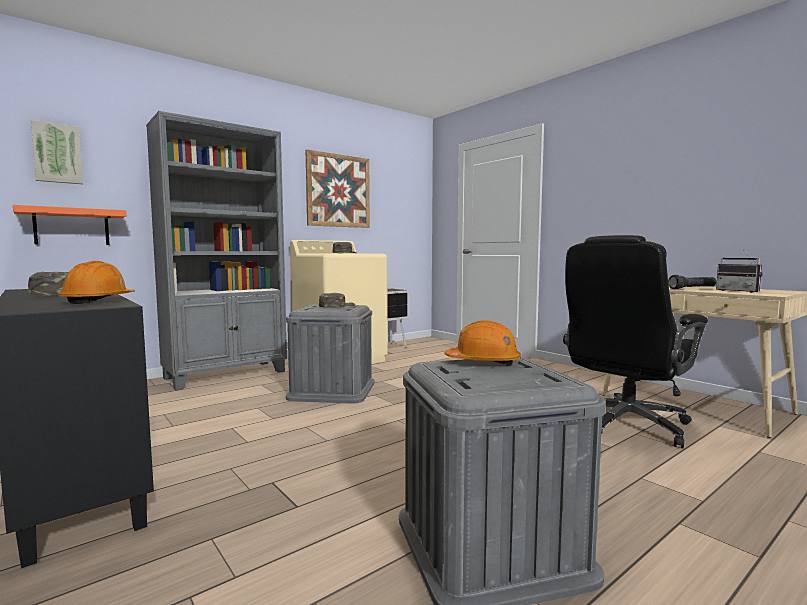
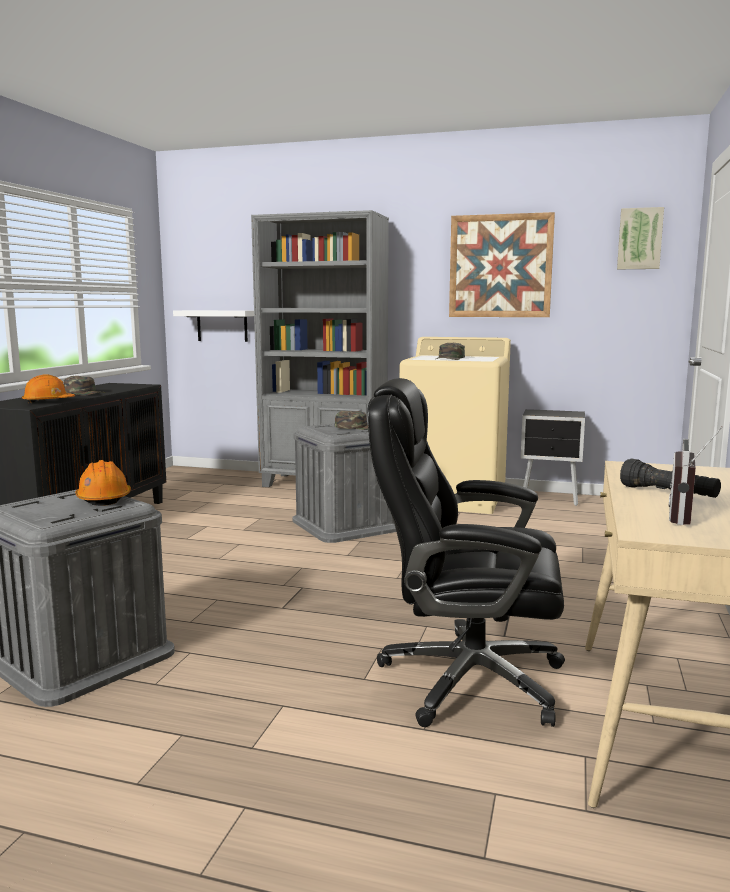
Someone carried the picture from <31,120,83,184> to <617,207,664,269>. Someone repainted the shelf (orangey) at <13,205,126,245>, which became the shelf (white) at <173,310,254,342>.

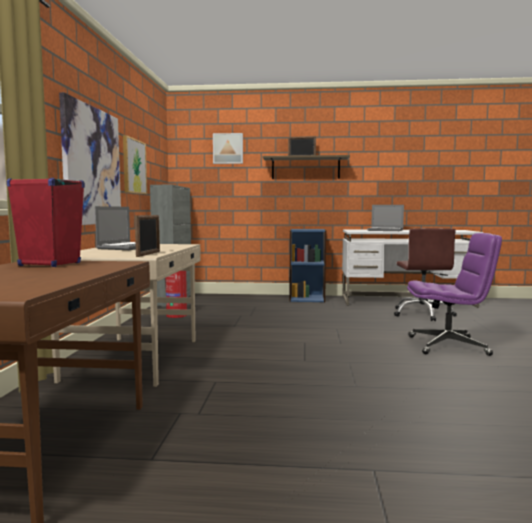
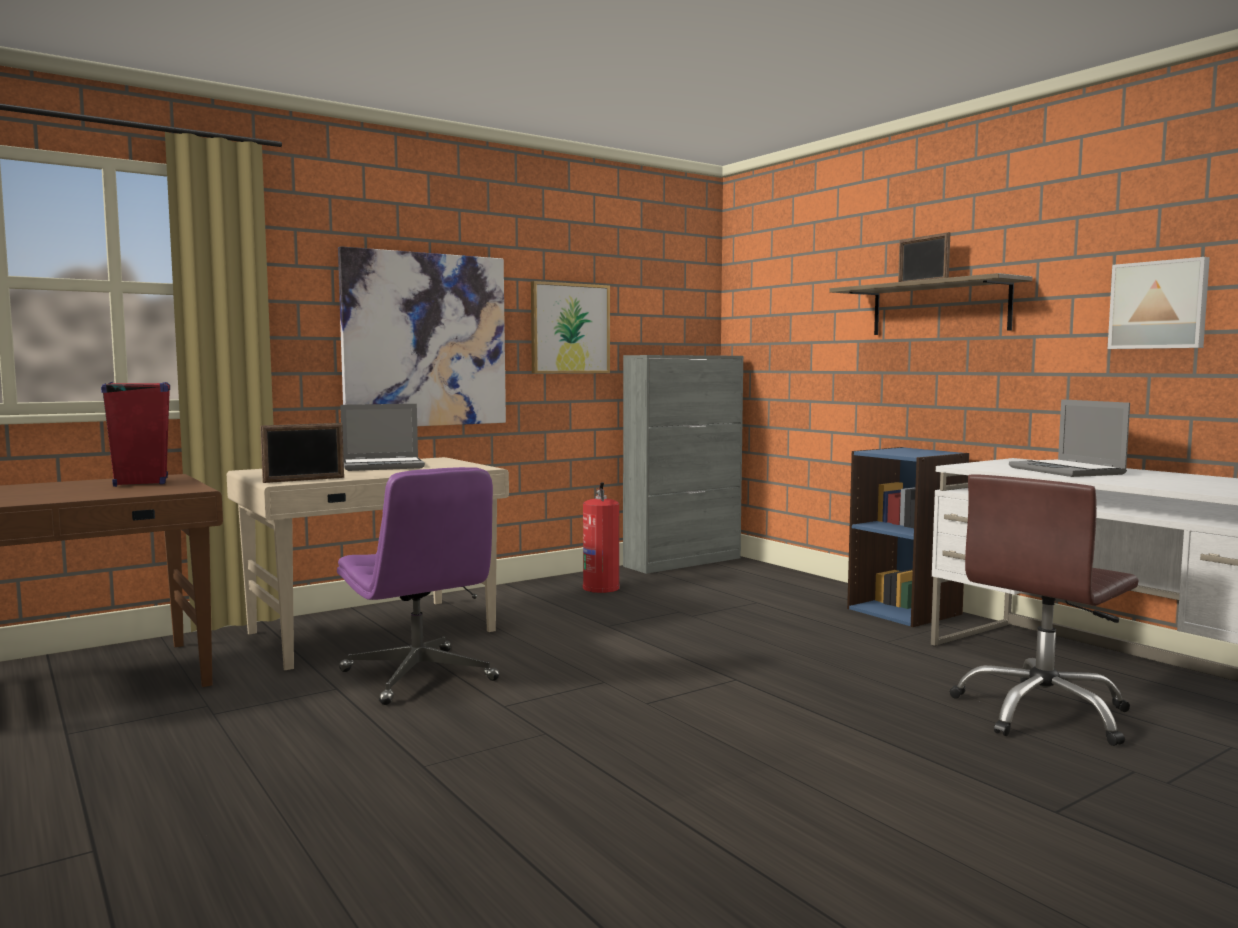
Someone carried the picture from <213,133,243,164> to <1108,257,1210,349>. Someone carried the desk chair (purple-coloured) from <407,233,502,356> to <337,467,499,705>.

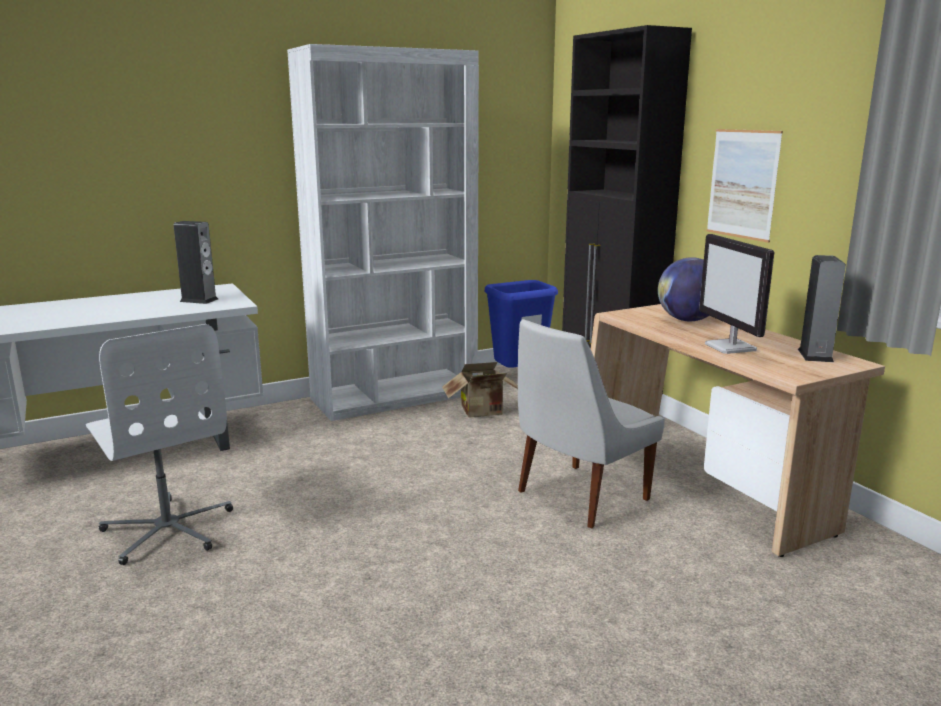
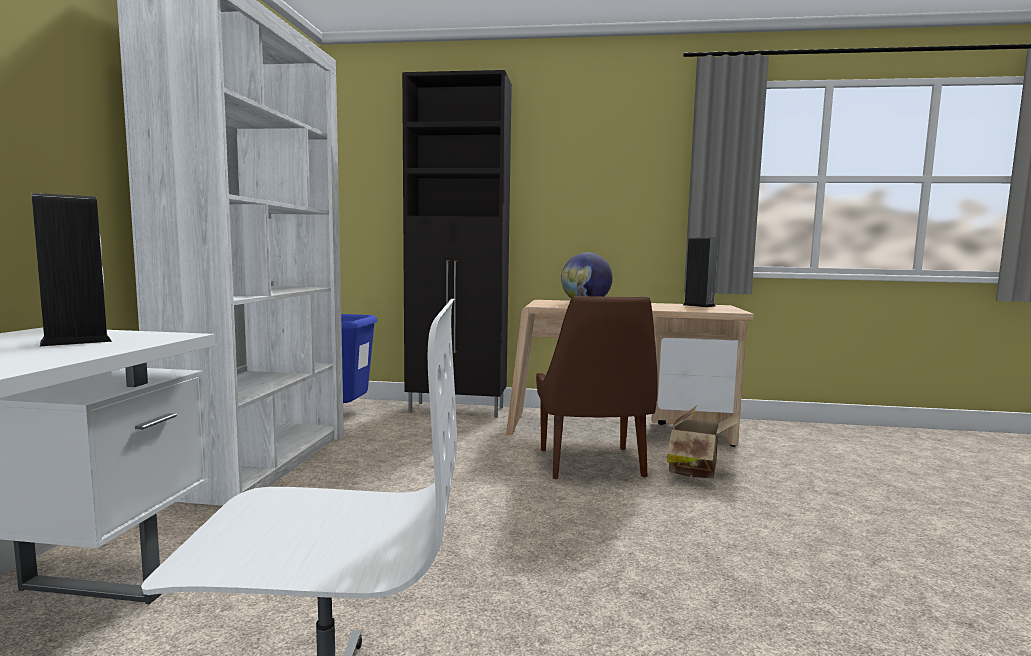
Someone took away the monitor at <699,234,774,354>. Someone took away the picture at <707,129,783,243>. Someone carried the packing box from <442,362,518,417> to <667,406,741,478>. Someone repainted the chair (white) at <518,319,665,528>, which became the chair (brownish) at <536,296,658,479>.

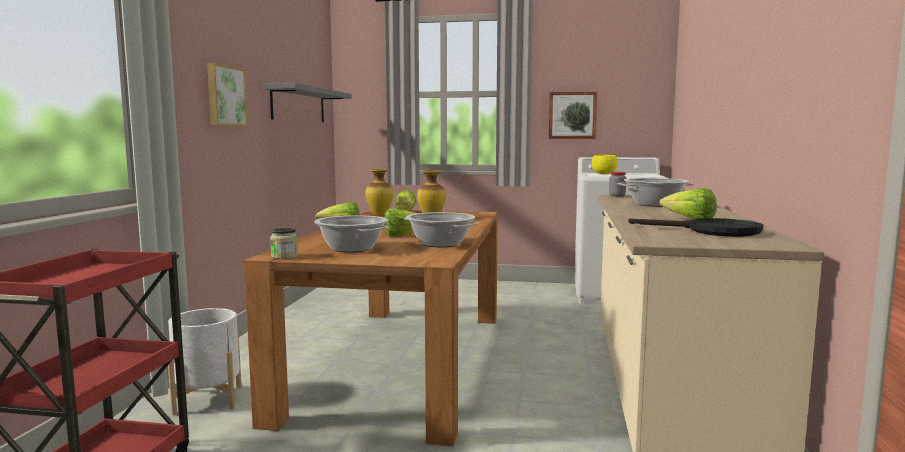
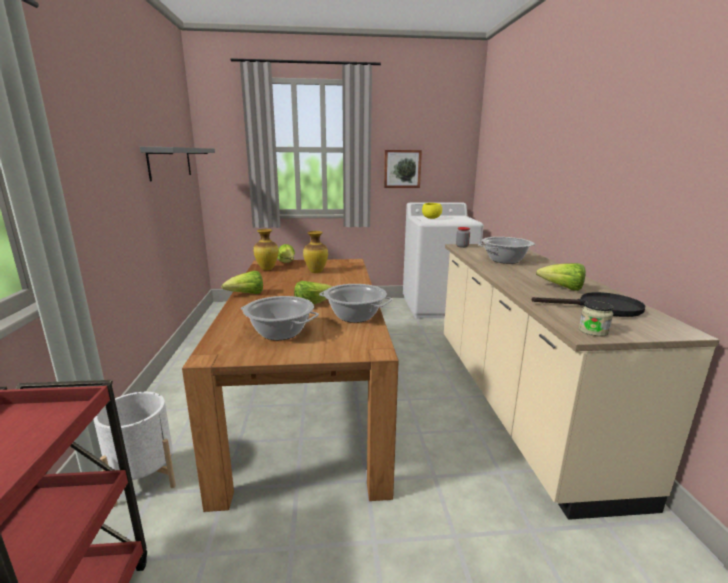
Someone took away the picture at <207,63,248,126>. Someone carried the preserve jar from <270,228,298,259> to <579,300,613,337>.

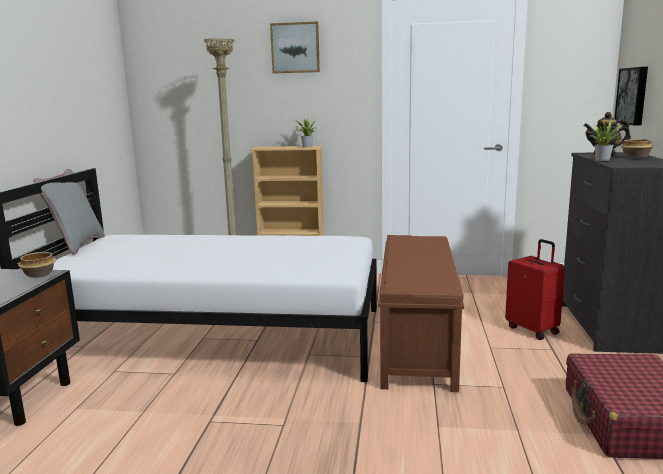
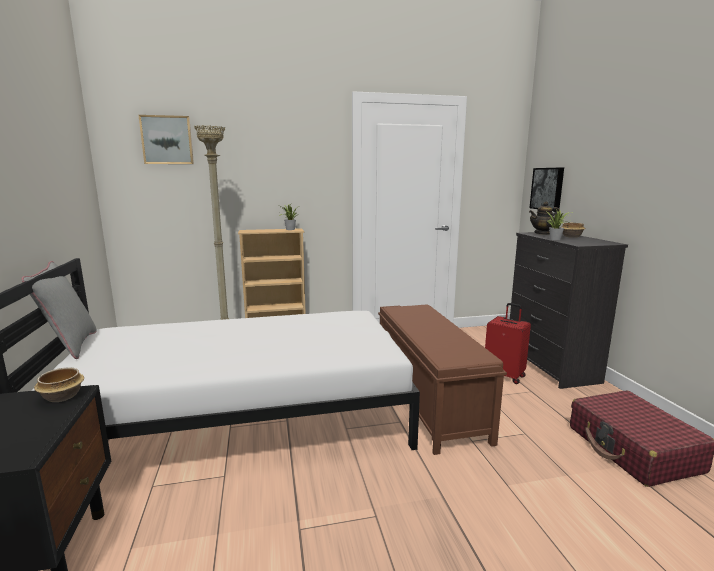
Someone carried the picture from <270,22,320,73> to <139,115,194,164>.

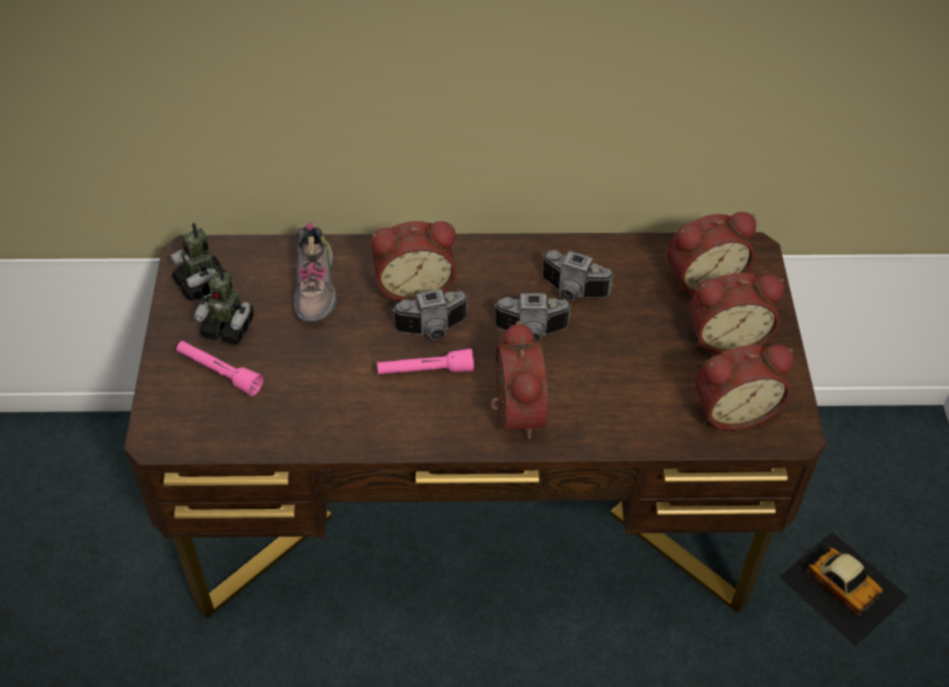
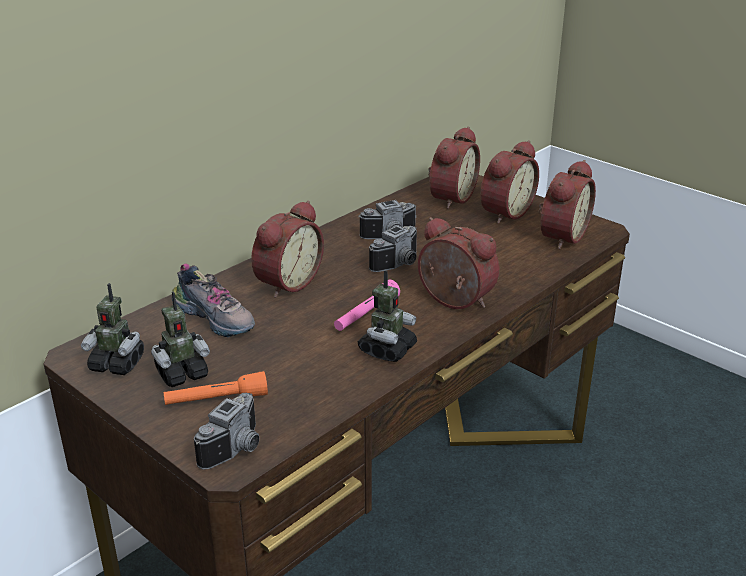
Someone took away the model car at <779,532,908,646>. Someone put down the robot figure at <358,270,417,362>. Someone carried the still camera from <393,289,468,340> to <194,393,259,469>. Someone repainted the hand torch (pink-coloured) at <177,341,263,396>, which became the hand torch (orangey) at <164,371,268,405>.

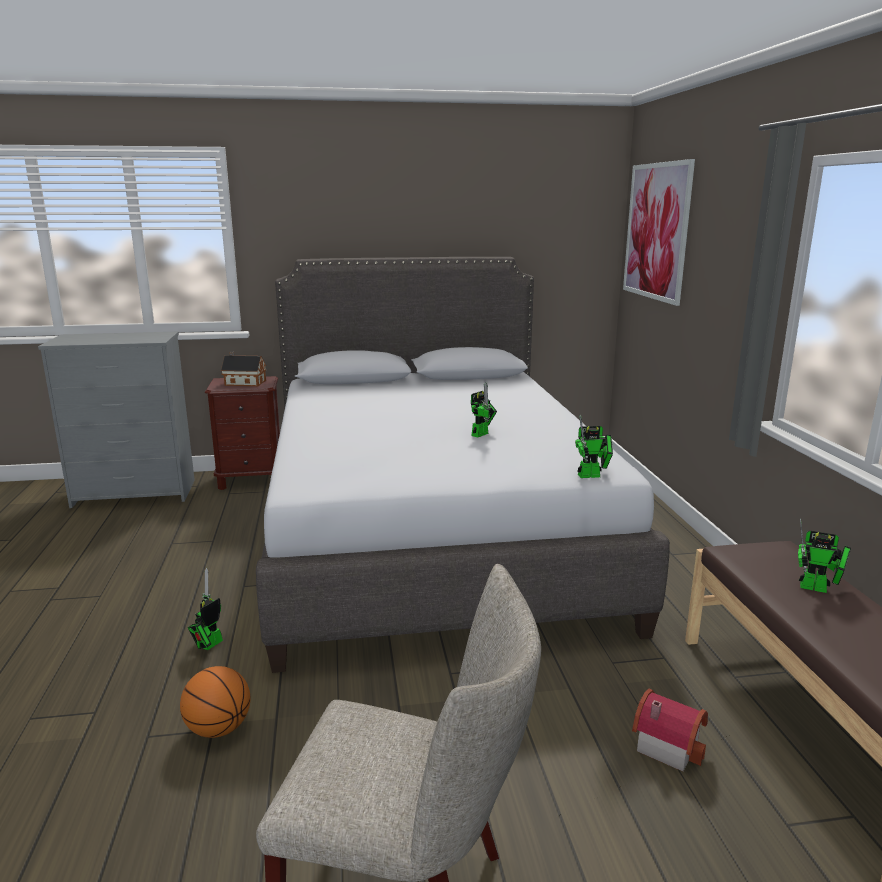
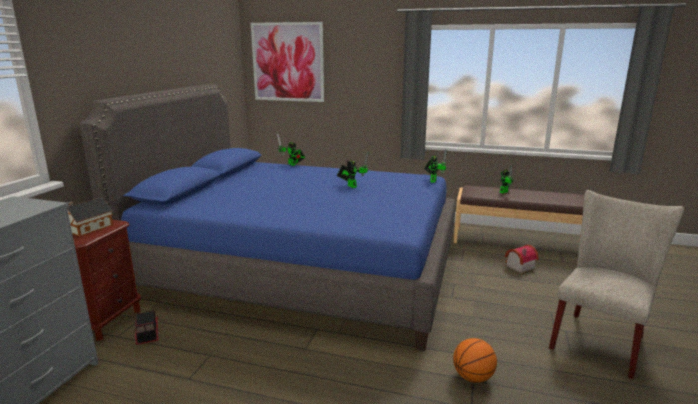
Someone put down the model truck at <134,309,159,345>. Someone carried the robot figure from <188,568,223,650> to <277,133,305,166>. Someone repainted the sleeping bed (gray) at <256,257,670,673>, which became the sleeping bed (blue) at <79,84,456,351>.

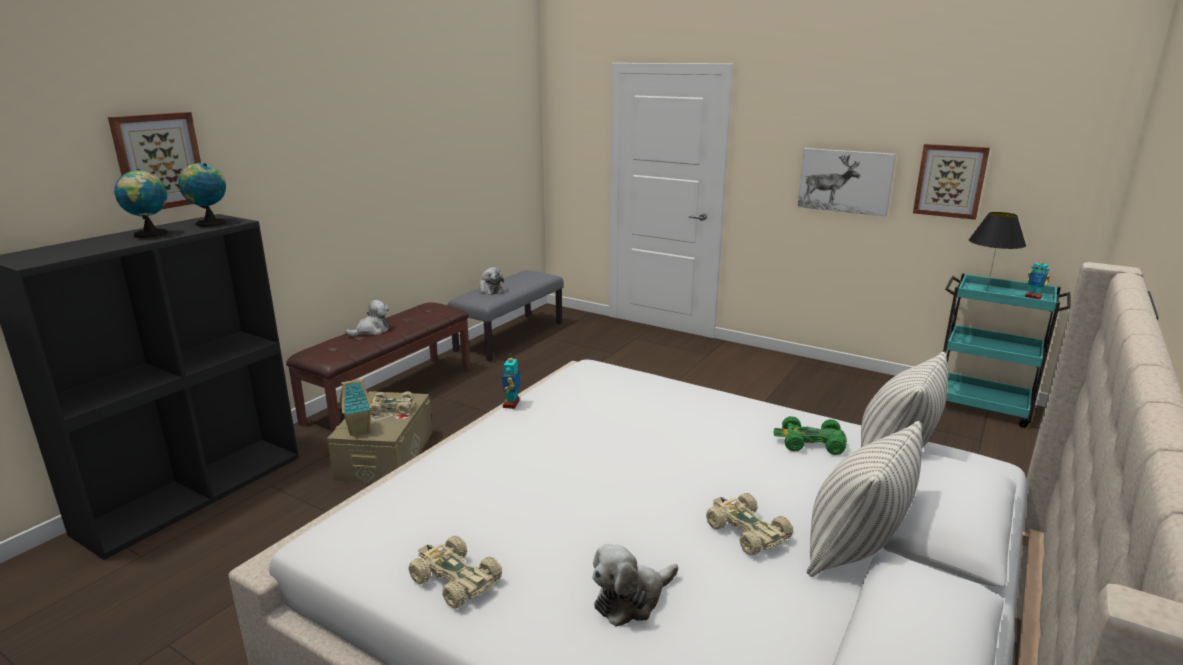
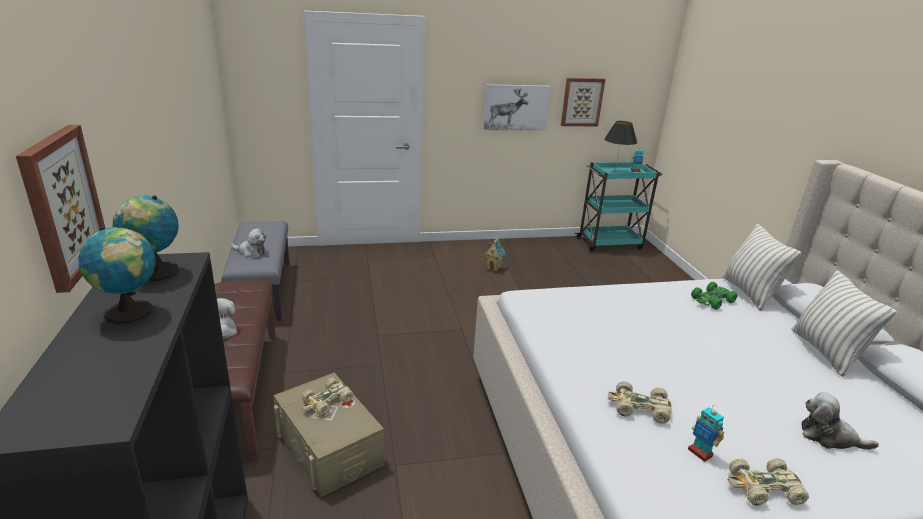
Someone carried the miniature house from <340,379,372,436> to <484,238,505,272>. Someone carried the robot figure from <502,355,520,409> to <688,406,724,462>. Someone carried the model car (sand-coloured) from <706,493,793,556> to <608,381,672,424>. Someone rotated the plush toy at <593,544,678,627> by 105 degrees clockwise.

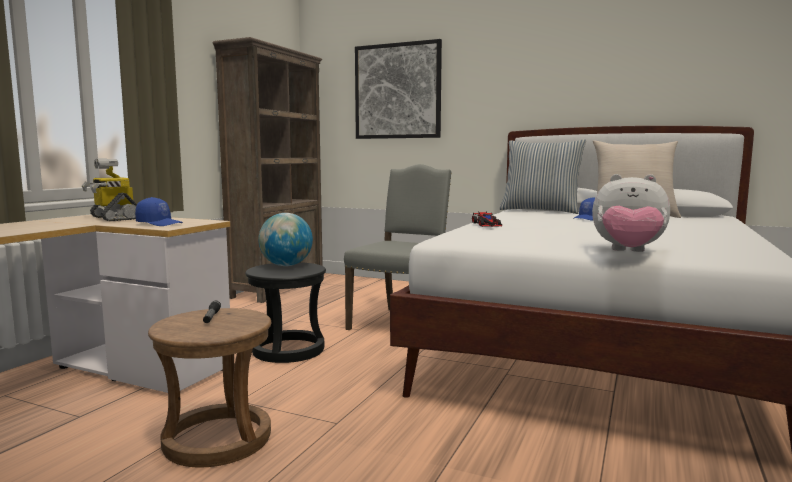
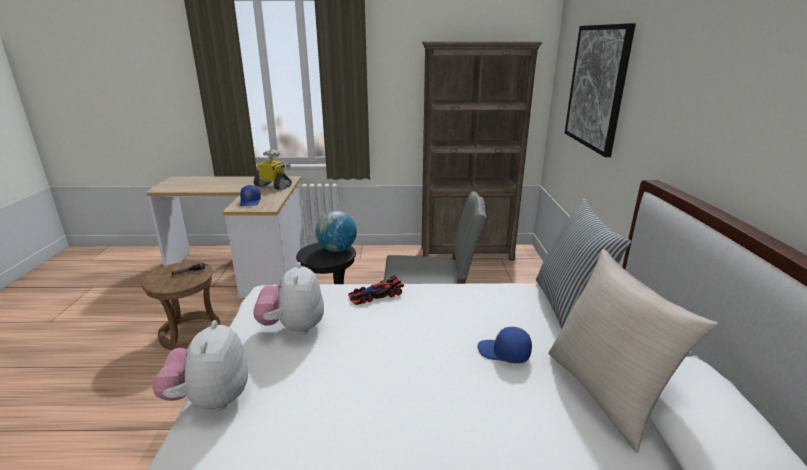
Someone put down the plush toy at <253,262,324,335>. Someone rotated the robot figure at <82,158,137,221> by 90 degrees clockwise.

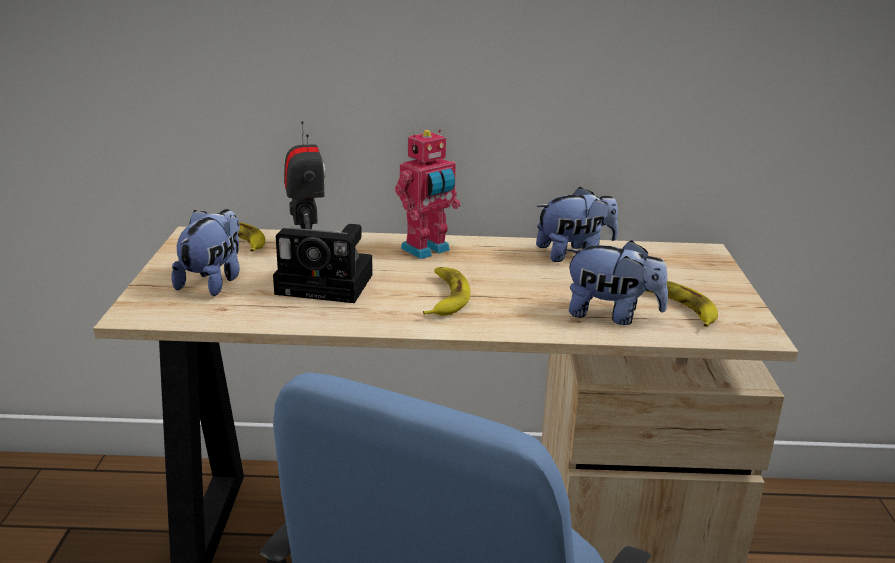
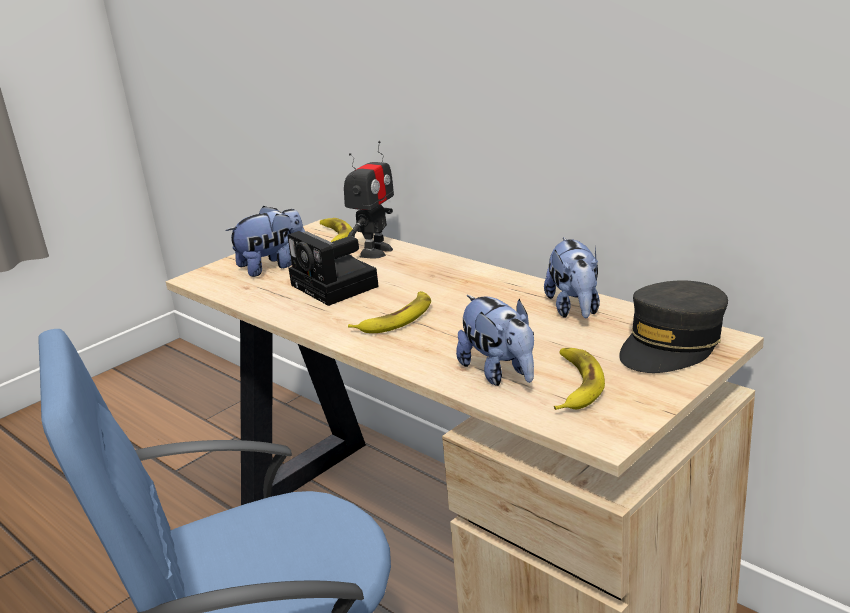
Someone took away the robot figure at <395,129,460,259>. Someone put down the cap (gray) at <619,280,728,373>. Someone rotated the plush toy at <536,187,618,262> by 60 degrees clockwise.

